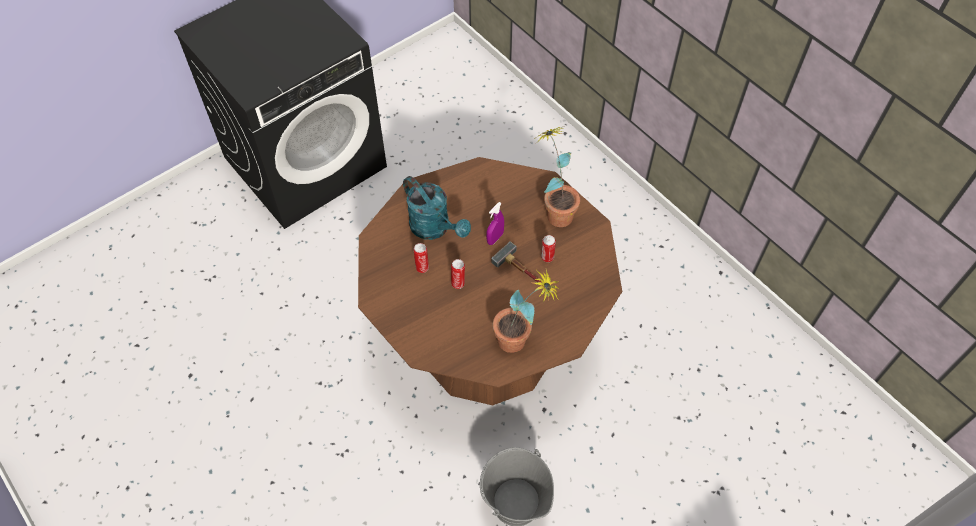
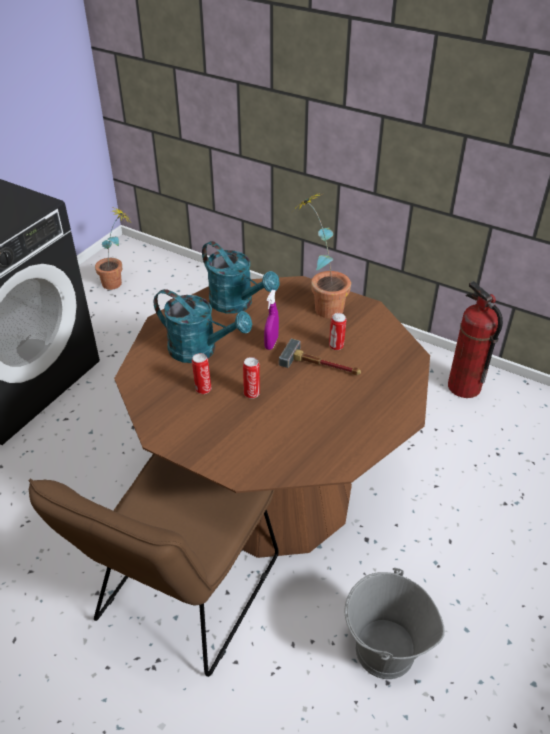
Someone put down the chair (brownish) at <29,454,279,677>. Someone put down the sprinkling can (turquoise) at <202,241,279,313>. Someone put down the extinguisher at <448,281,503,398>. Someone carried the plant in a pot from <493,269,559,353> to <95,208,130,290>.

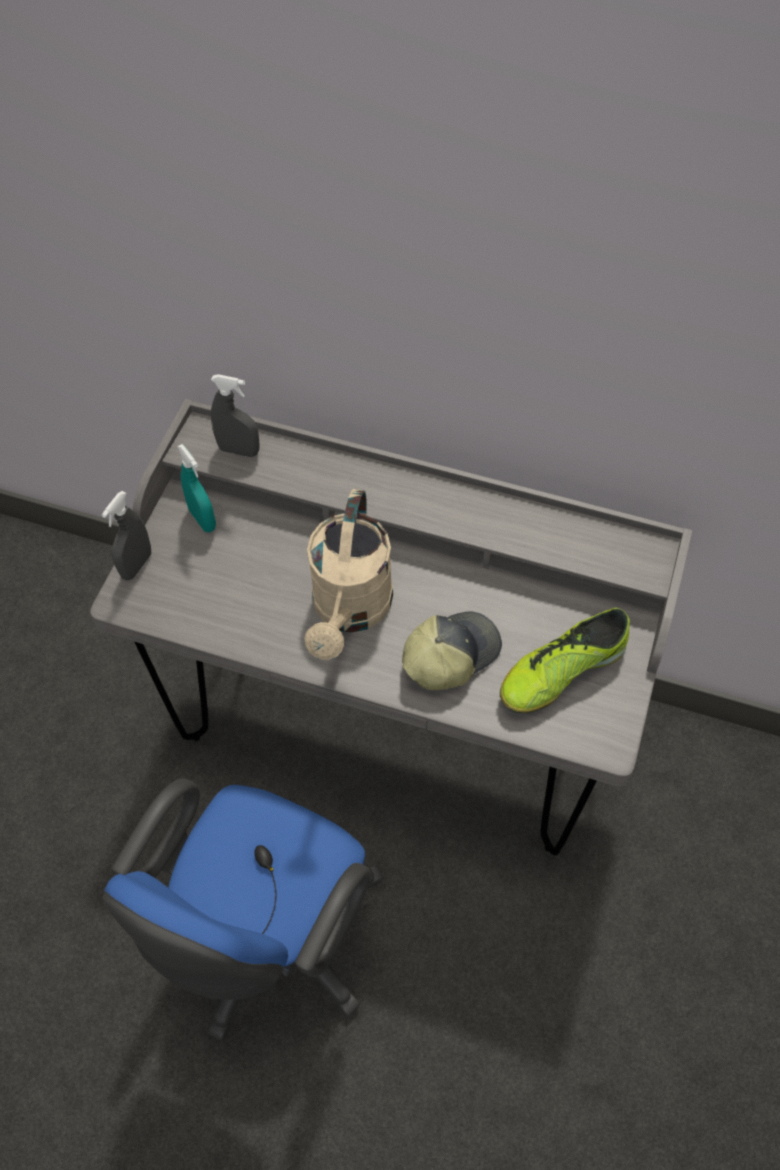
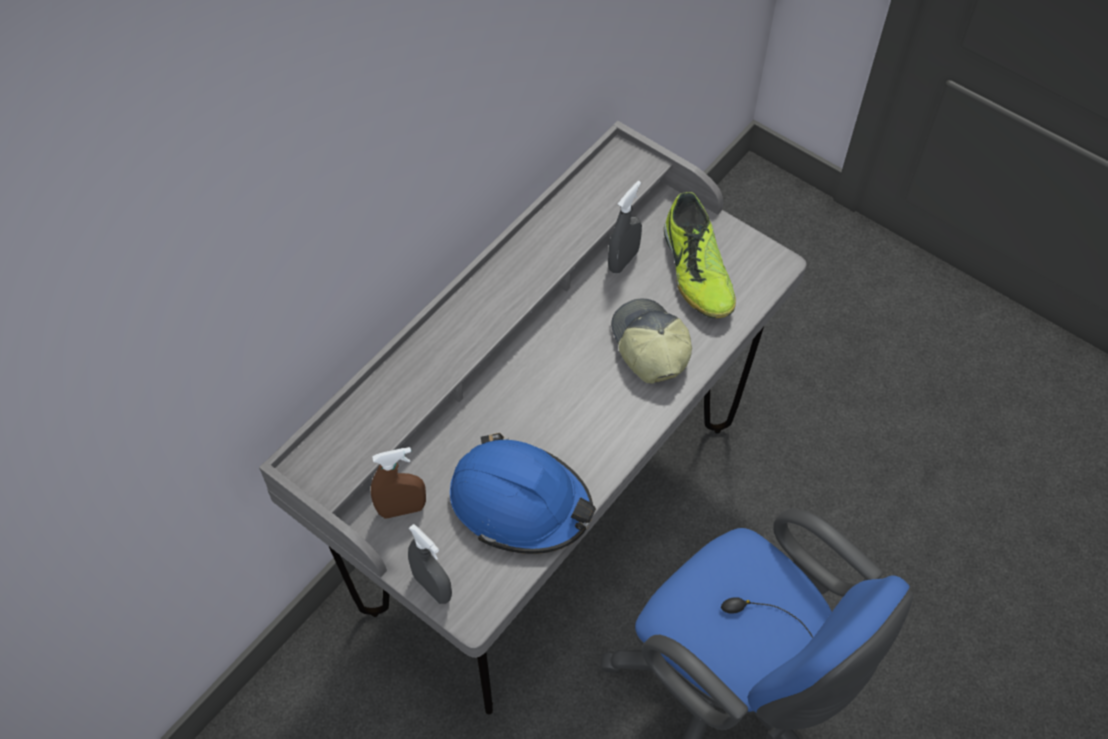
Someone took away the sprinkling can (sand-coloured) at <304,489,393,660>. Someone put down the work helmet (blue) at <450,433,596,554>. Someone carried the sprayer (gray) from <211,374,260,457> to <608,181,642,274>. Someone repainted the sprayer (turquoise) at <177,444,216,532>, which became the sprayer (brownish) at <371,447,426,518>.

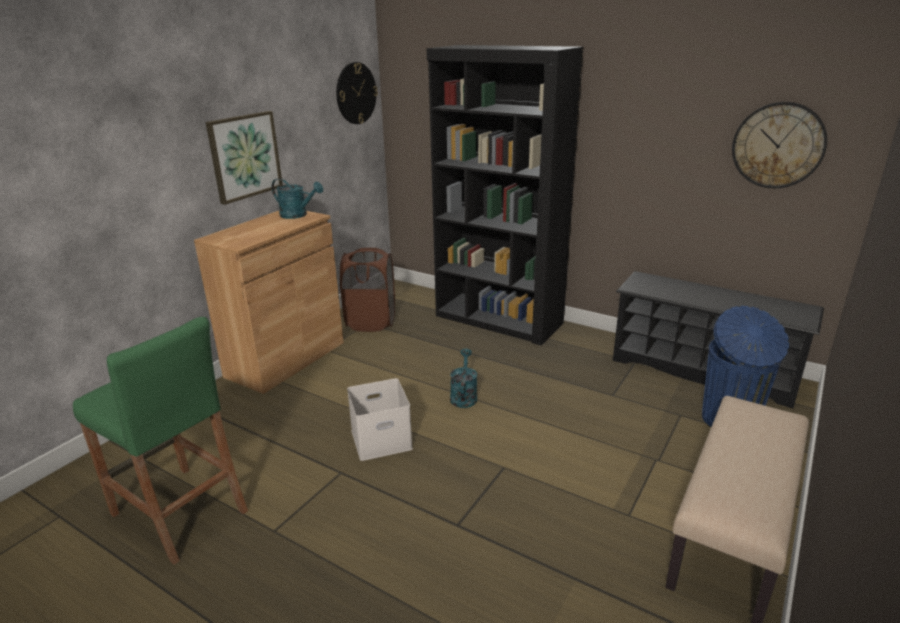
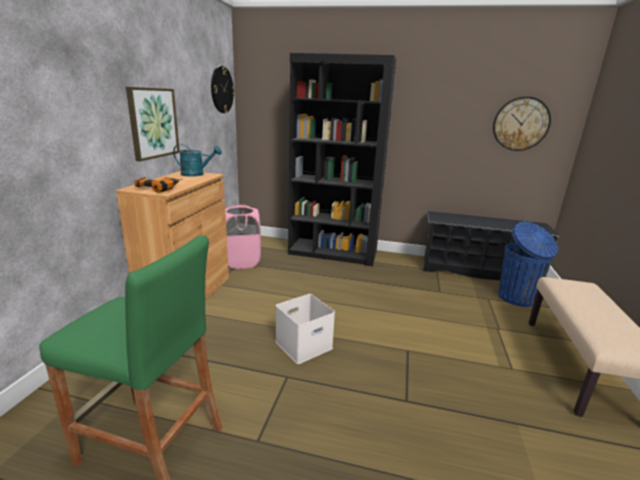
Someone took away the sprinkling can (turquoise) at <450,349,477,408>. Someone put down the electric drill at <134,177,183,193>. Someone repainted the washing basket (brownish) at <340,248,395,332>, which became the washing basket (pink-coloured) at <225,205,261,269>.

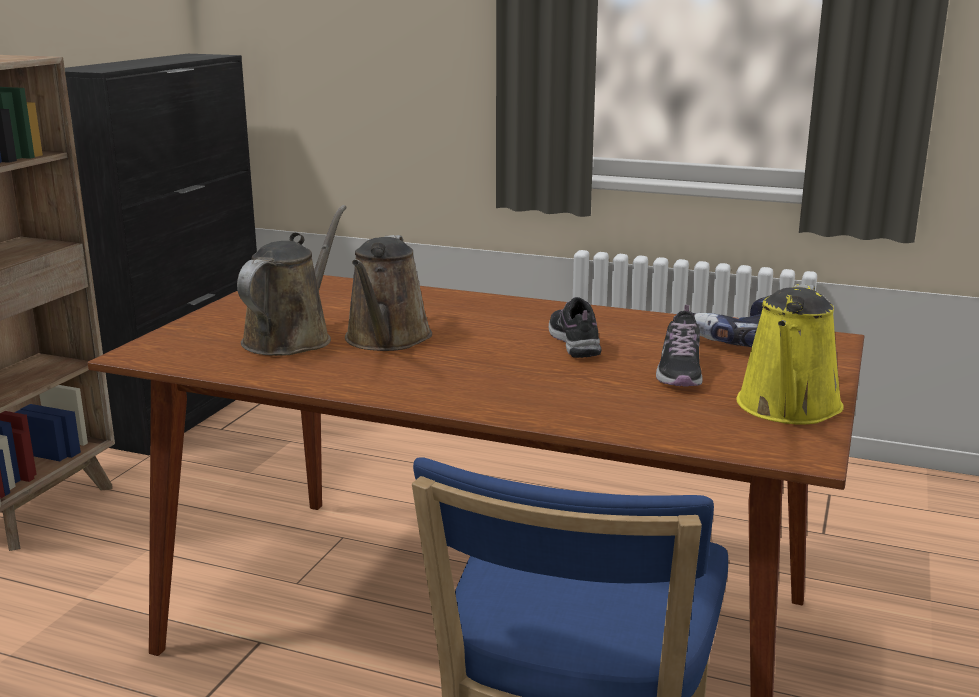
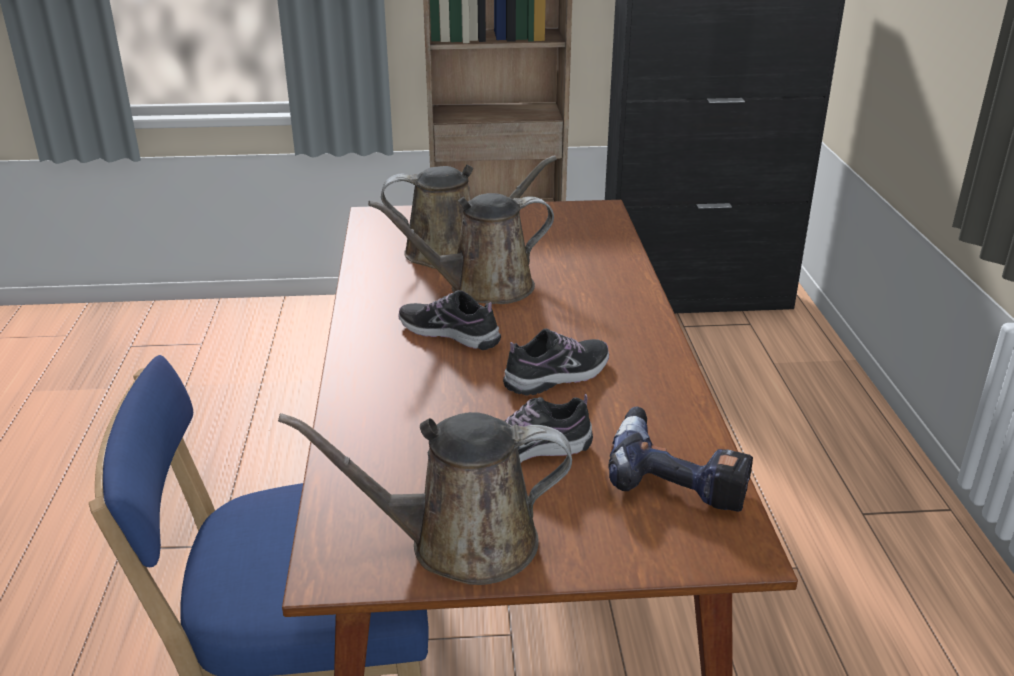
Someone put down the low shoe at <398,290,501,350>. Someone repainted the sprinkling can (yellowish) at <737,284,844,425>, which became the sprinkling can (brownish) at <278,412,572,585>.

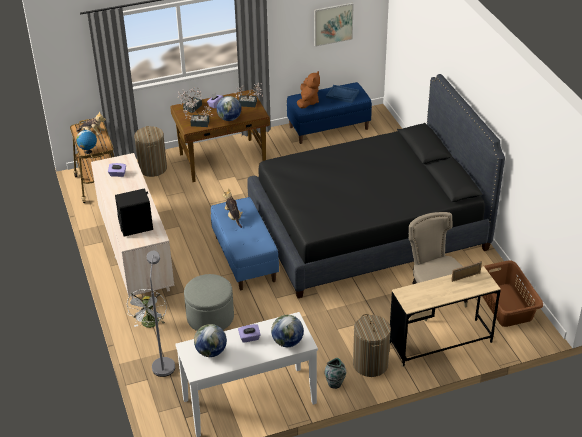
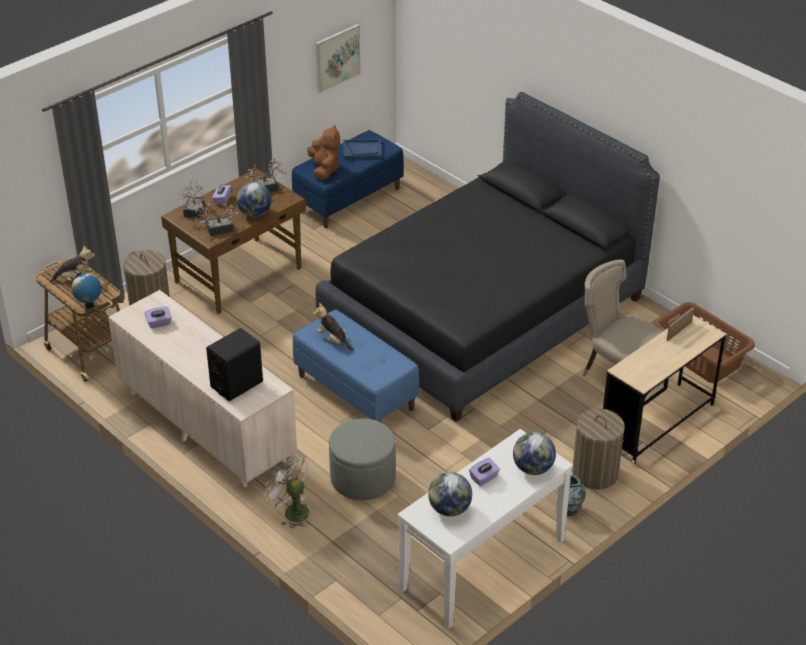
Someone took away the floor lamp (gray) at <147,251,175,377>. Someone rotated the fan (white) at <127,289,167,328> by 150 degrees clockwise.

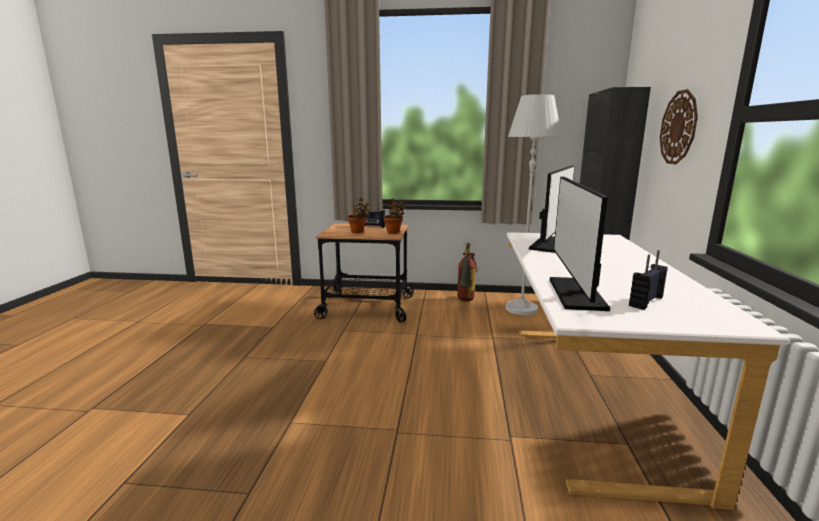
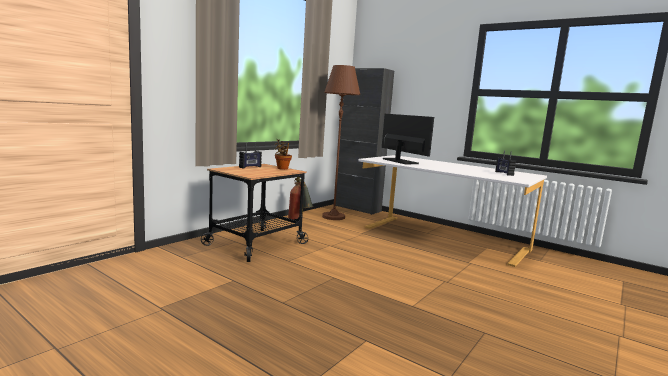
Someone took away the plant in a pot at <347,198,372,233>. Someone took away the monitor at <550,176,610,311>. Someone took away the wall clock at <660,89,698,165>. Someone repainted the floor lamp (white) at <505,94,562,315>, which became the floor lamp (brownish) at <322,65,360,220>.

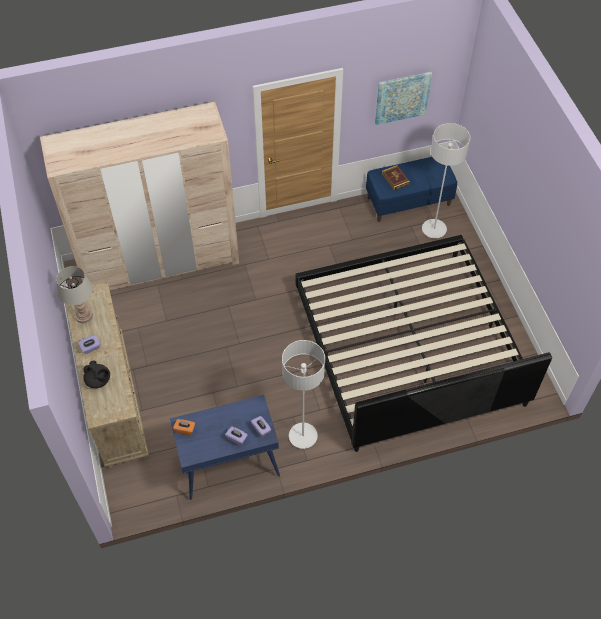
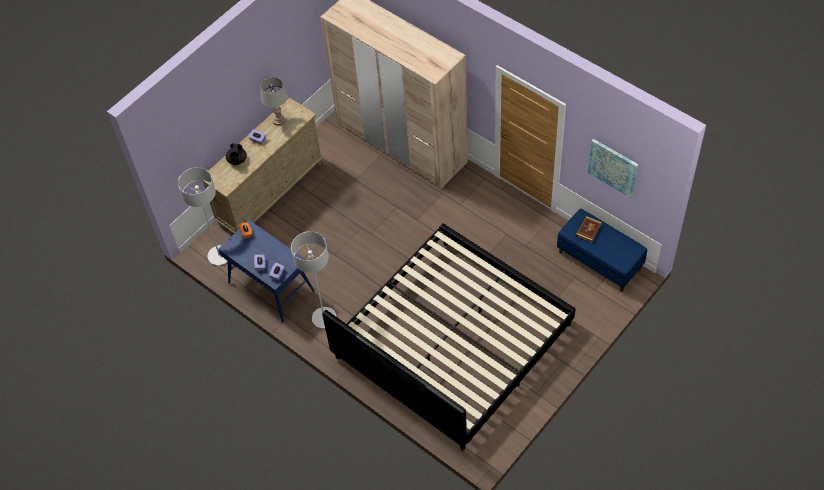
Someone carried the floor lamp (gray) from <422,123,470,238> to <178,167,228,265>.

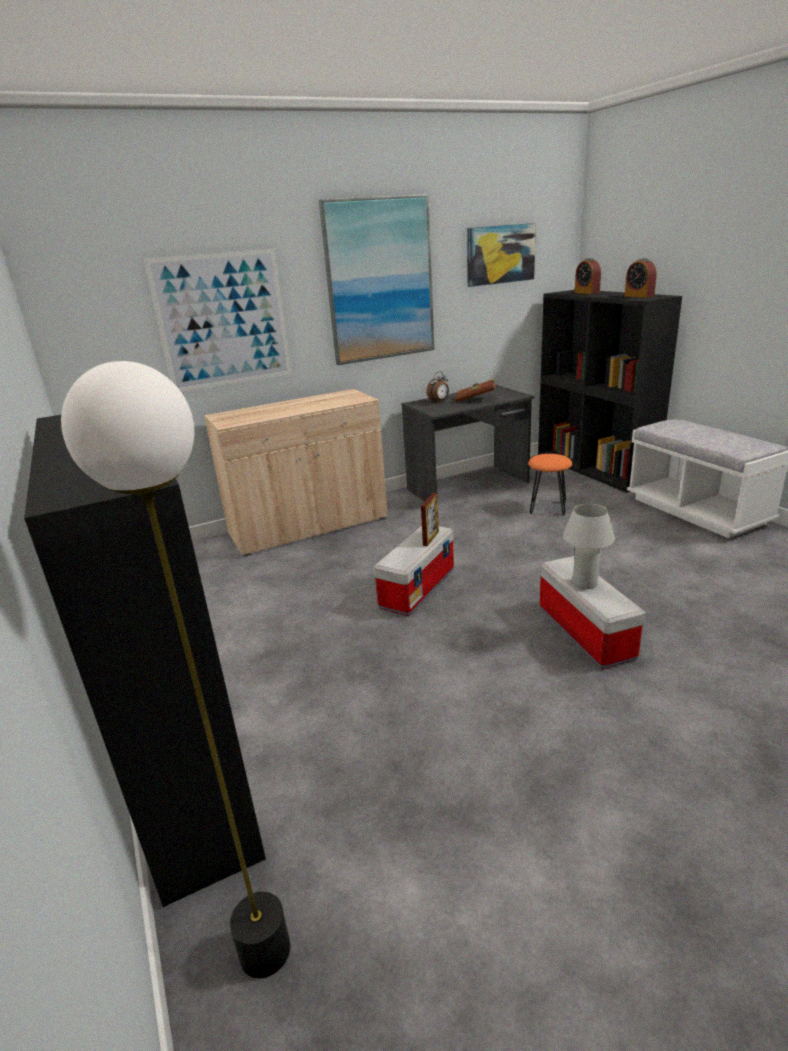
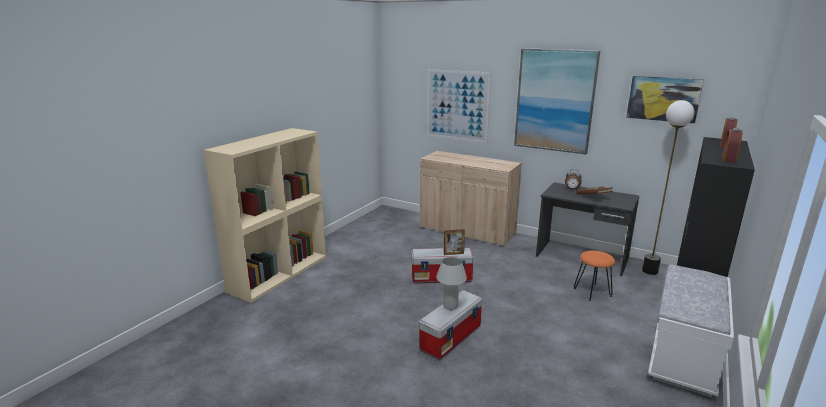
Someone carried the floor lamp from <61,361,290,978> to <642,100,694,275>. Someone repainted the bookcase (black) at <24,415,266,907>, which became the bookcase (sand-coloured) at <204,128,326,303>.

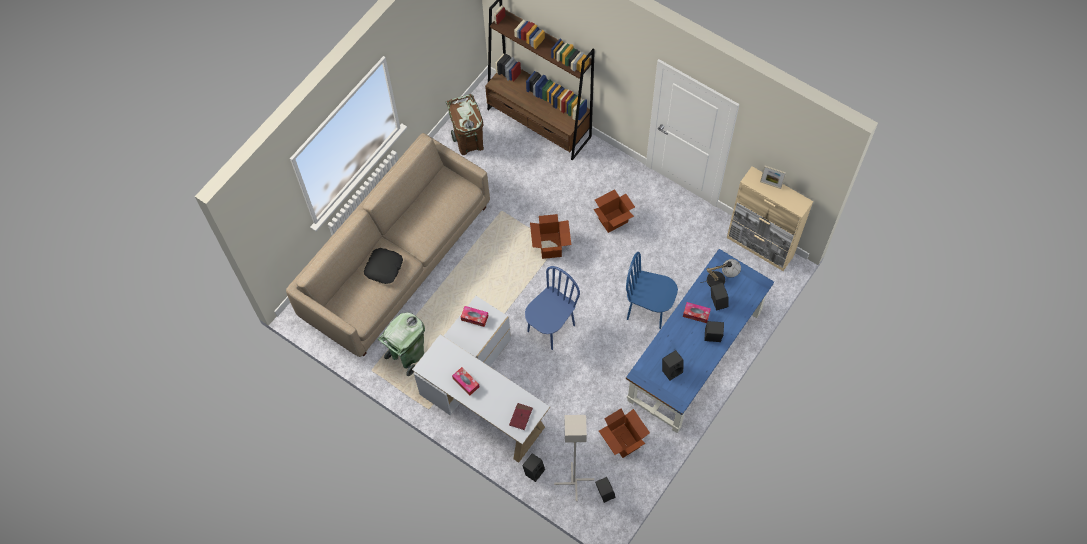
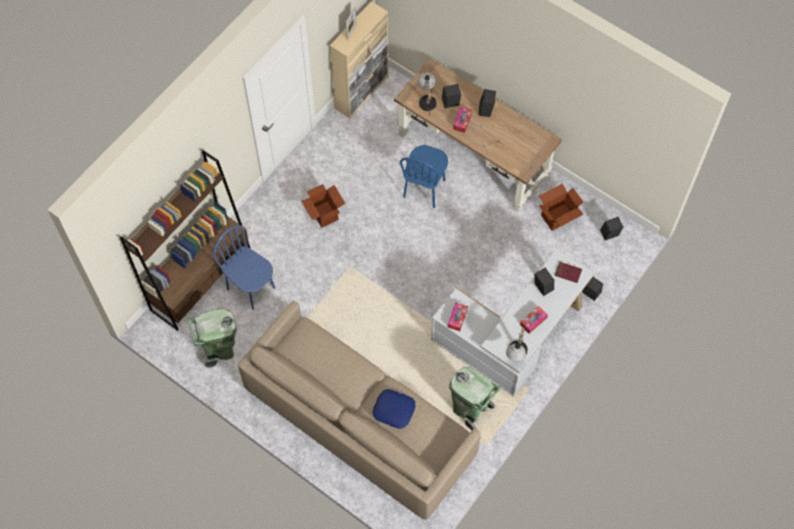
Someone took away the packing box at <530,214,571,259>. Someone took away the floor lamp (gray) at <554,415,594,501>. Someone put down the lamp for a table at <506,327,528,361>. Someone carried the chair (blue) from <525,266,580,350> to <213,225,275,310>. Someone carried the audio speaker (black) from <662,350,684,380> to <534,268,554,296>. Someone repainted the cushion (black) at <364,248,403,284>, which became the cushion (blue) at <372,389,415,429>. Someone repainted the rubbish bin (brownish) at <445,94,484,155>, which became the rubbish bin (green) at <188,309,237,368>. Someone repainted the desk (blue) at <626,249,774,433>, which became the desk (brownish) at <394,58,562,212>.

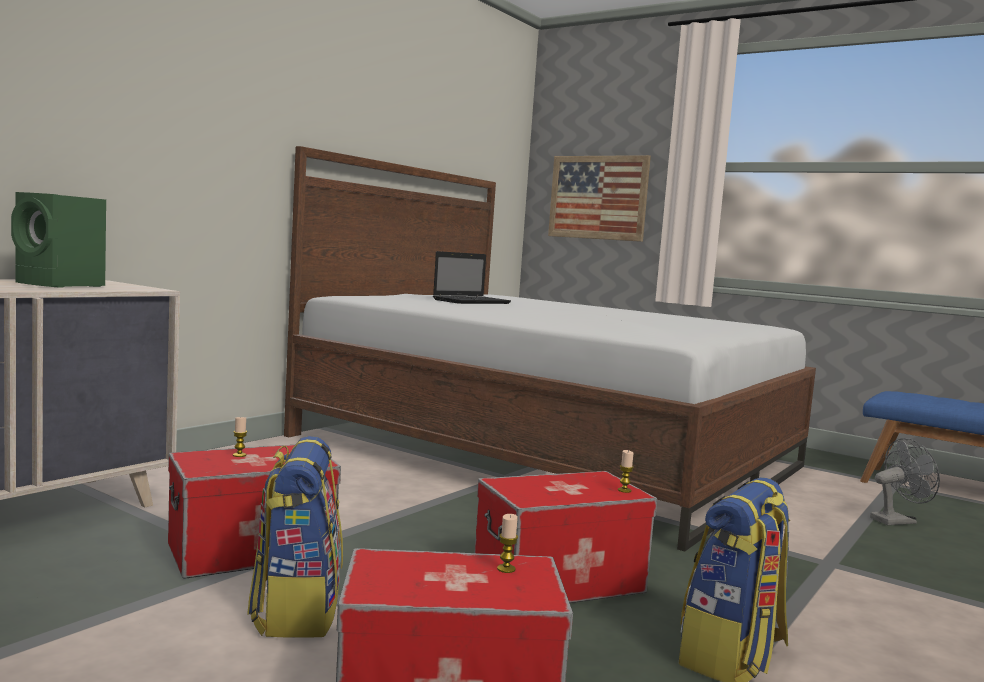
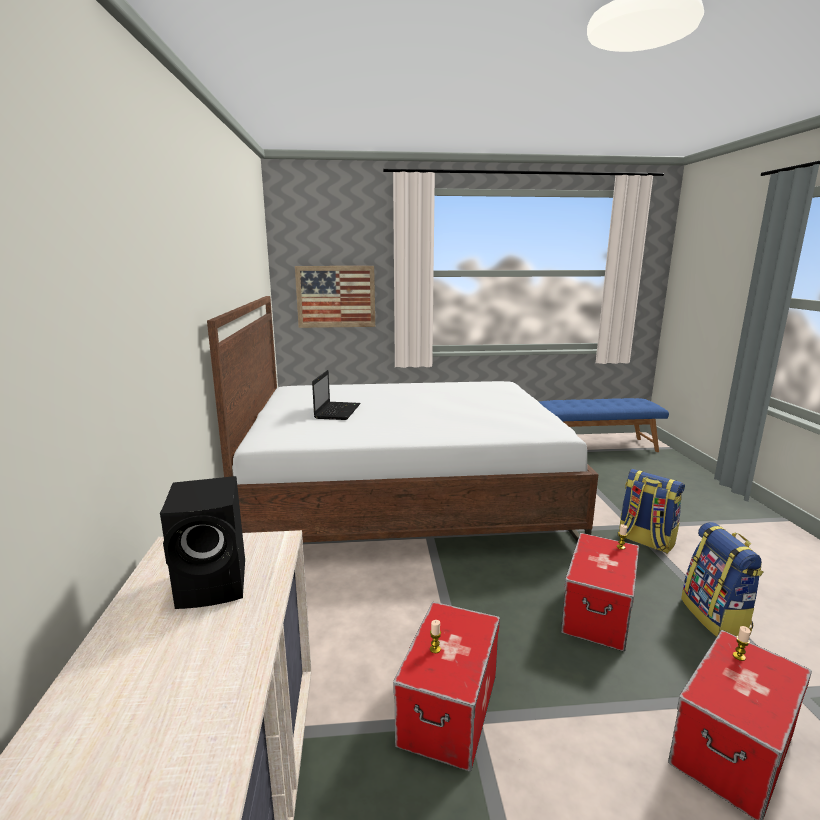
Someone took away the fan (gray) at <870,438,940,526>. Someone carried the rucksack from <247,436,343,638> to <618,469,685,554>. Someone repainted the audio speaker (green) at <11,192,106,287>, which became the audio speaker (black) at <160,476,245,609>.

